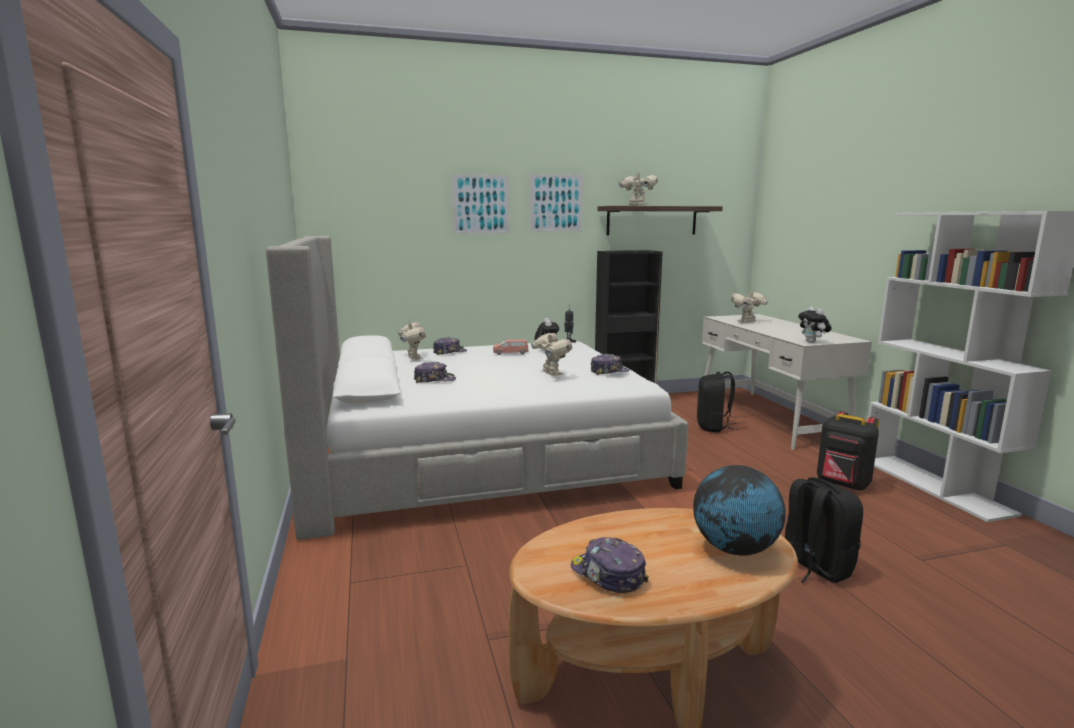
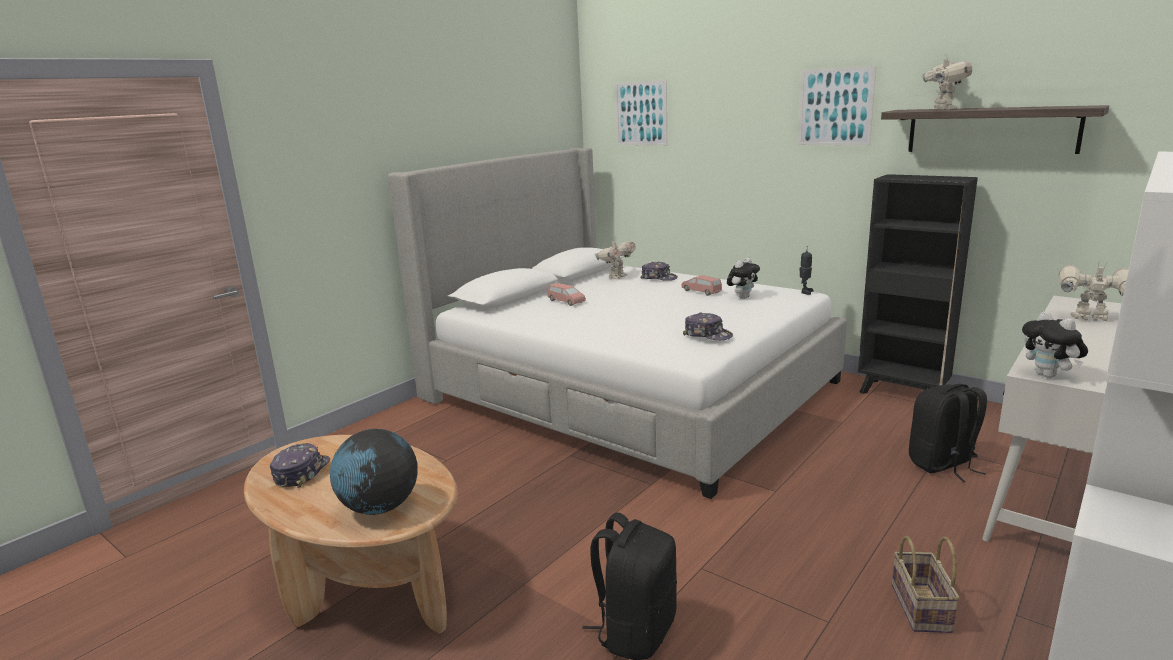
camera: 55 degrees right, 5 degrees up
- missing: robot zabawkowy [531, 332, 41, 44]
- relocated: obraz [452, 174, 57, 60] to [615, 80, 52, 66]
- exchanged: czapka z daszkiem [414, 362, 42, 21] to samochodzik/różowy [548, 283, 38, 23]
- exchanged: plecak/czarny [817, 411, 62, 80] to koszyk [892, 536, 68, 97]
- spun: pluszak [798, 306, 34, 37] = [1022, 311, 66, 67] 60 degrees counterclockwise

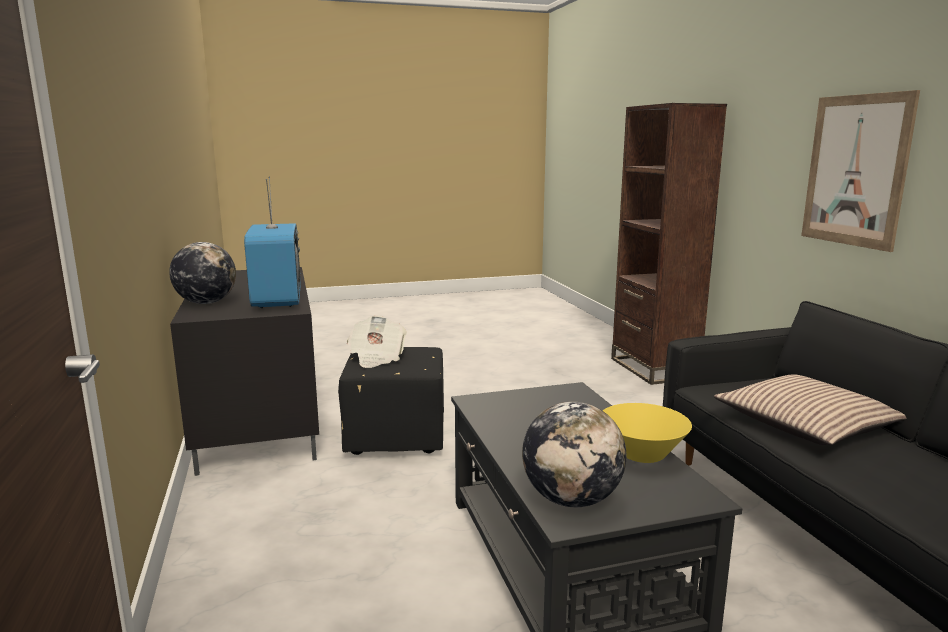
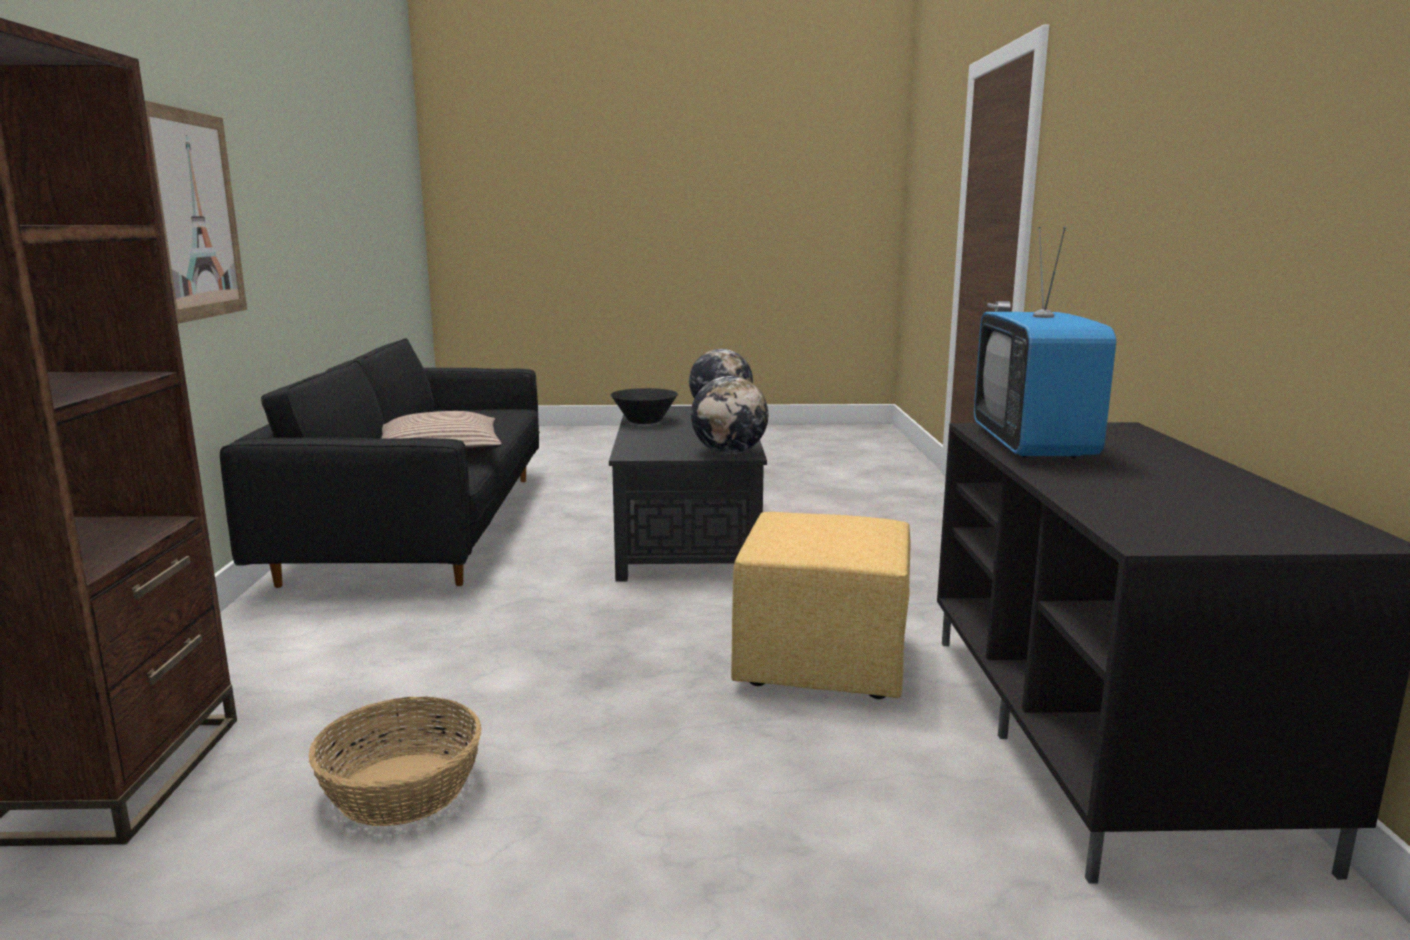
camera: 165 degrees left, 0 degrees up
- missing: gazeta [347, 315, 60, 53]
- appeared: koszyk [309, 696, 173, 130]
- relocated: globus [169, 242, 67, 62] to [691, 376, 77, 78]
- colour: pufa/czarny [338, 347, 106, 108] to pufa/żółty [731, 512, 180, 187]
- colour: miska/żółty [603, 403, 89, 60] to miska/czarny [611, 388, 67, 36]

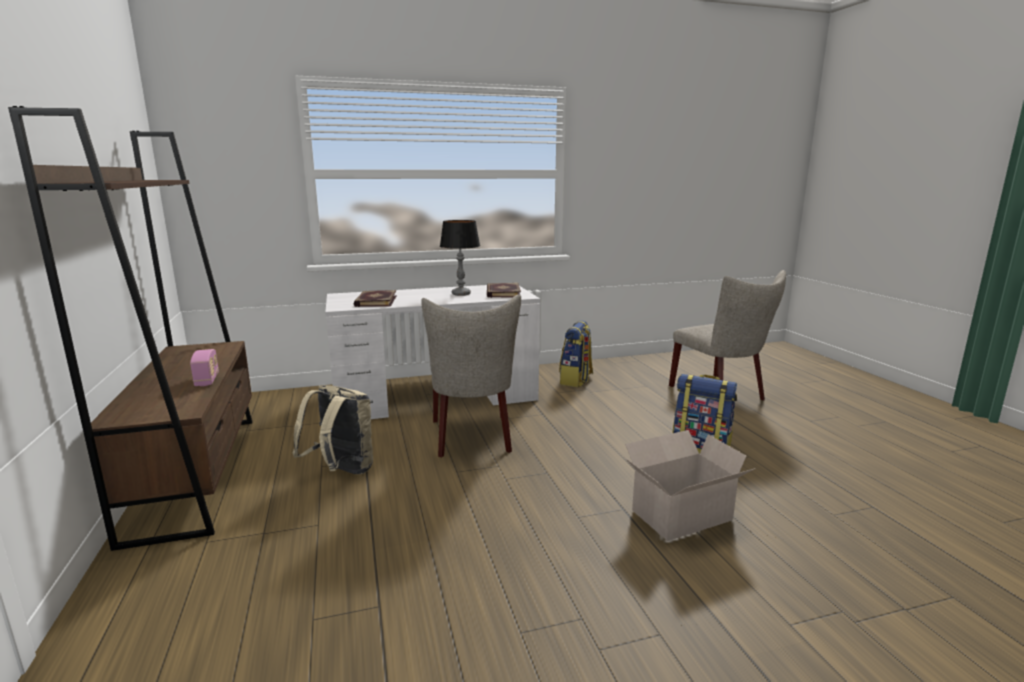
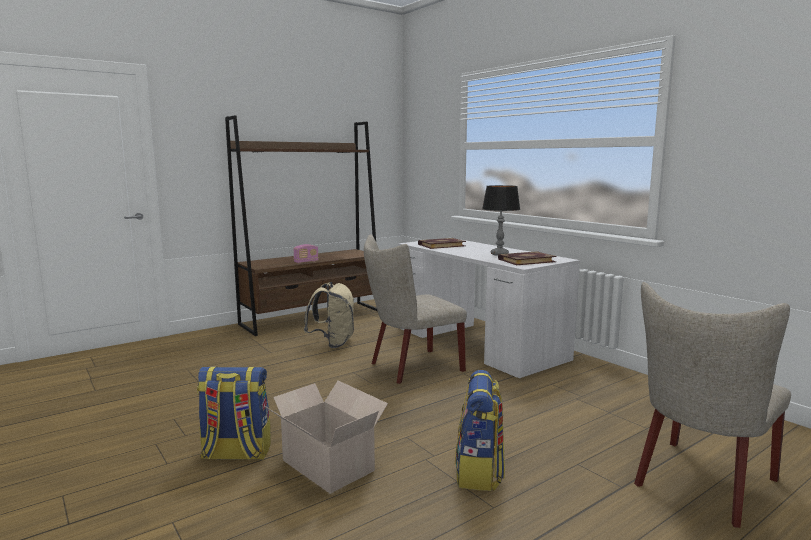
camera: 70 degrees right, 5 degrees down
- relocated: plecak [559, 320, 34, 67] to [197, 367, 74, 93]

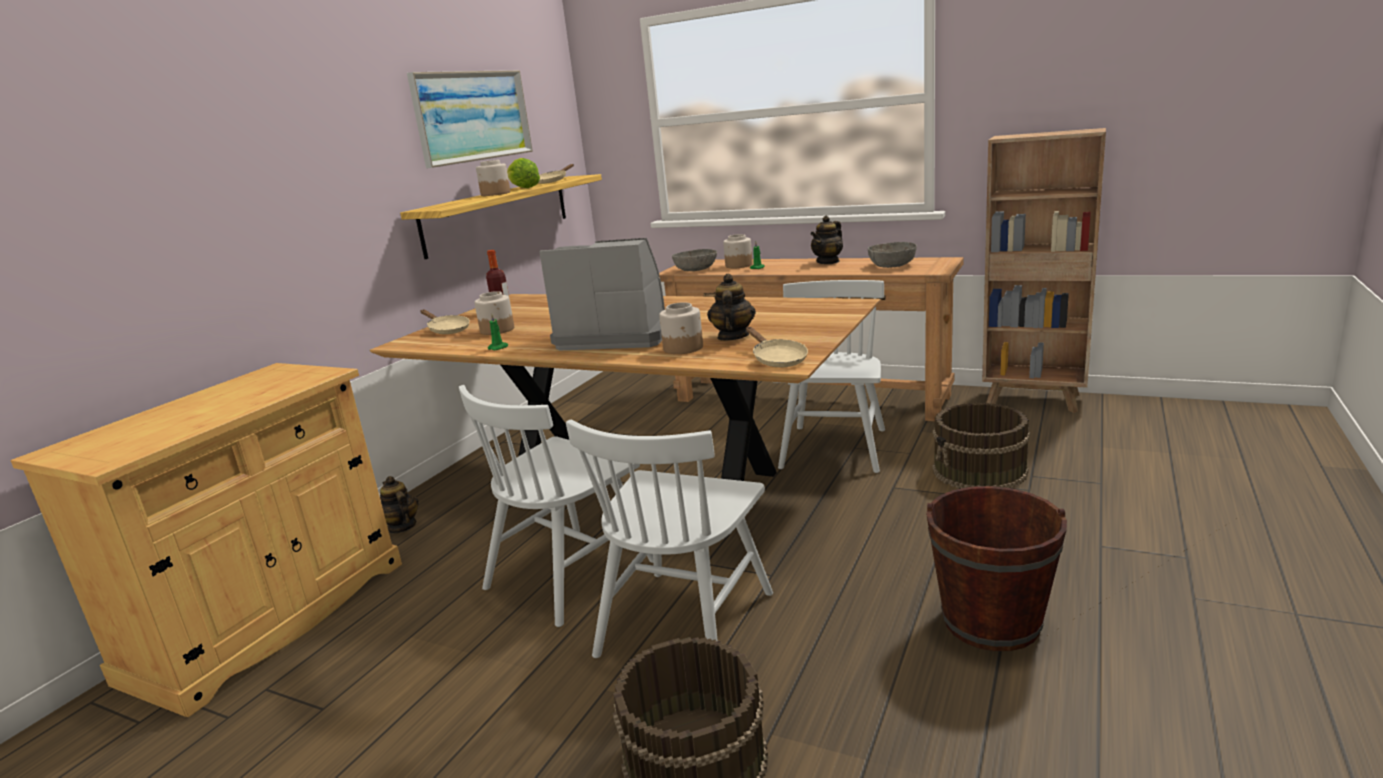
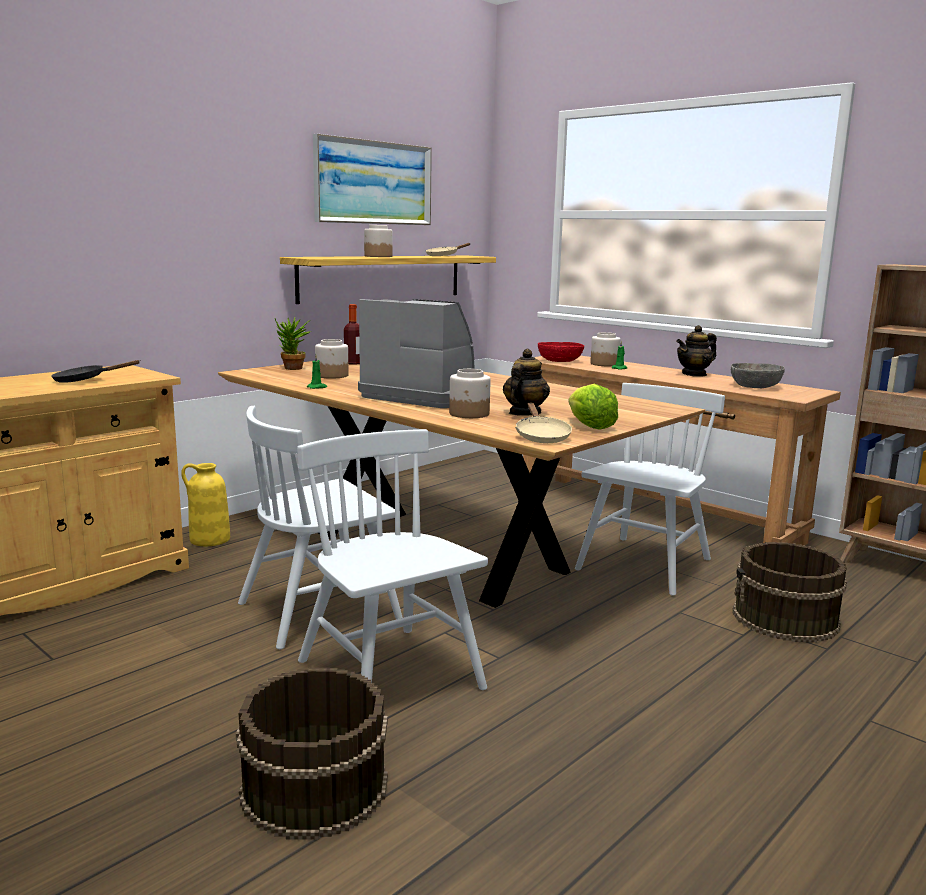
camera: 15 degrees right, 5 degrees down
- missing: wiadro/brązowy [926, 486, 141, 165]
- appeared: patelnia/czarny [51, 360, 90, 23]
- relocated: sałata [507, 158, 33, 30] to [569, 384, 49, 46]
- exchanged: imbryk [380, 476, 39, 58] to wazon/żółty [181, 463, 49, 83]
- exchanged: patelnia/beżowy [420, 310, 50, 24] to roślina doniczkowa [275, 318, 36, 52]
- colour: miska/szary [672, 249, 45, 22] to miska/czerwony [538, 342, 46, 20]
- spun: krzesło/biały [566, 419, 207, 239] = [297, 429, 191, 261] 105 degrees clockwise

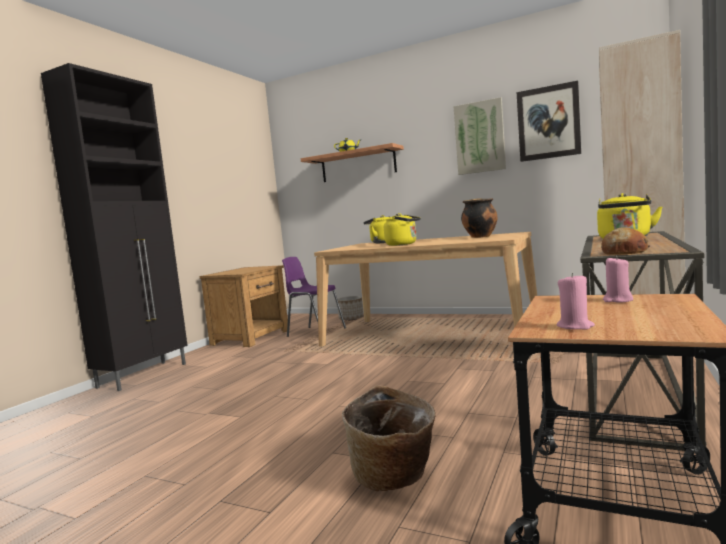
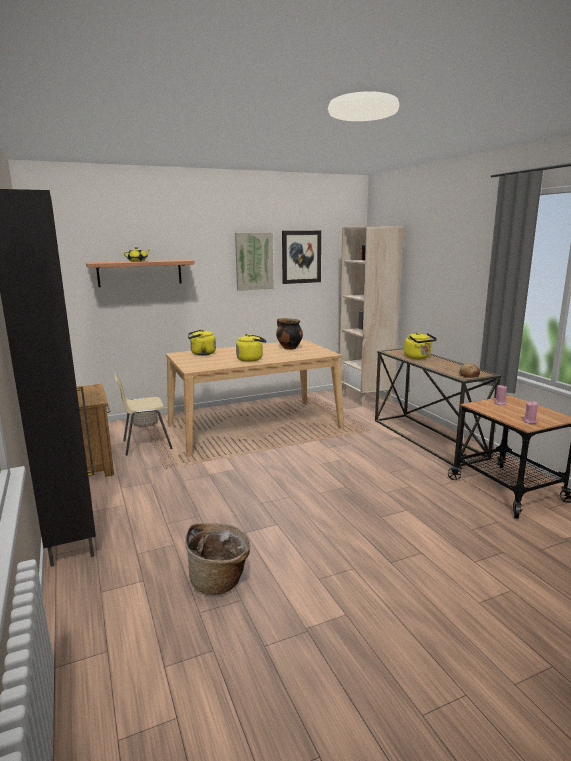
camera: 50 degrees left, 10 degrees up
- relocated: koszyk [342, 385, 94, 106] to [185, 523, 65, 72]
- colour: krzesło/fioletowy [282, 257, 64, 80] to krzesło/beżowy [114, 374, 59, 81]

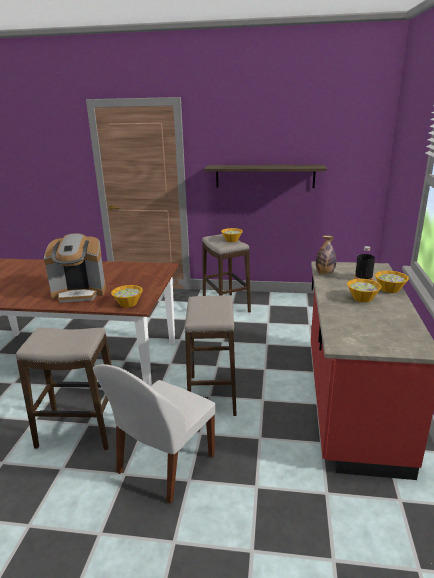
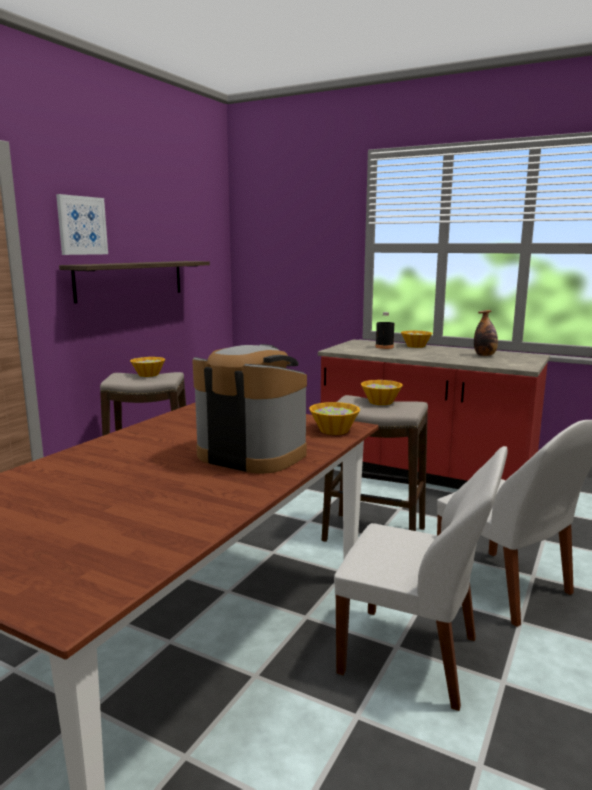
camera: 70 degrees left, 10 degrees down
- appeared: obraz [56, 194, 52, 61]
- relocated: butelka [316, 236, 20, 39] to [474, 310, 24, 46]
- relocated: miska [347, 279, 35, 23] to [361, 380, 42, 25]
- exchanged: stołek [16, 327, 95, 123] to krzesło/biały [334, 446, 174, 265]
- spun: ekspres do kawy [44, 233, 62, 70] = [192, 344, 115, 130] 75 degrees counterclockwise

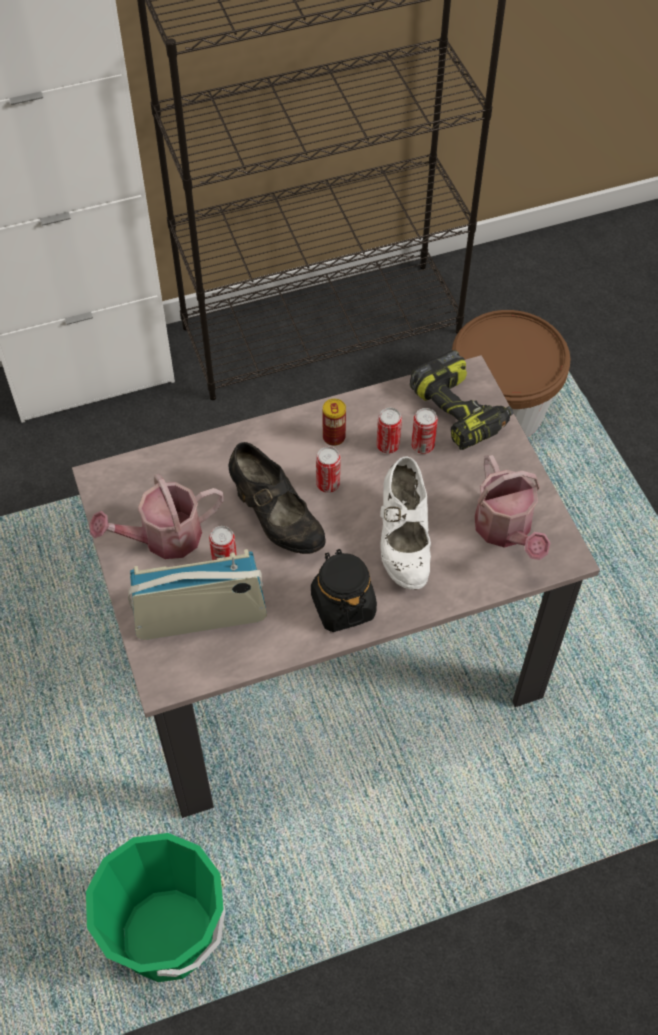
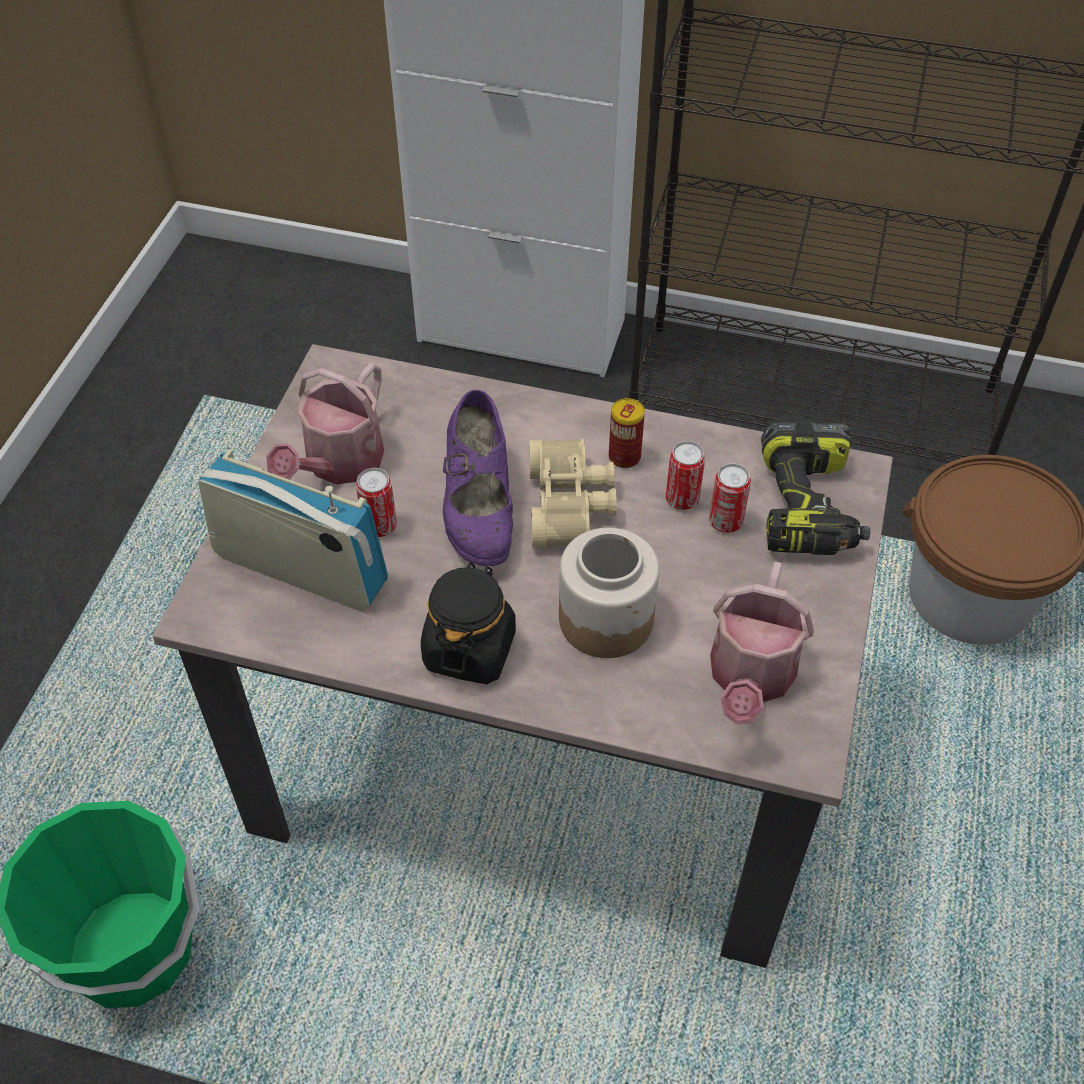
camera: 35 degrees right, 5 degrees down
- exchanged: puszka [316, 447, 25, 46] to lornetka/beżowy [529, 439, 88, 109]
- exchanged: but/biały [380, 457, 51, 133] to słoik [559, 528, 100, 130]
- colour: but/czarny [229, 442, 97, 112] to but/fioletowy [443, 389, 70, 177]
- spun: konewka [89, 474, 135, 85] = [266, 363, 118, 121] 75 degrees counterclockwise

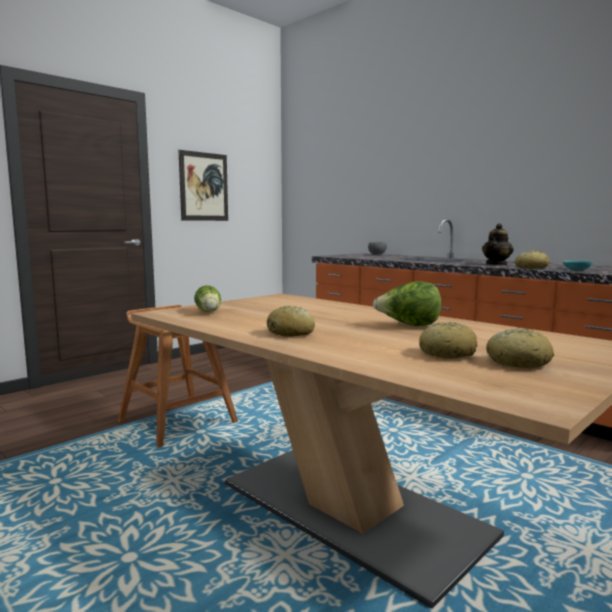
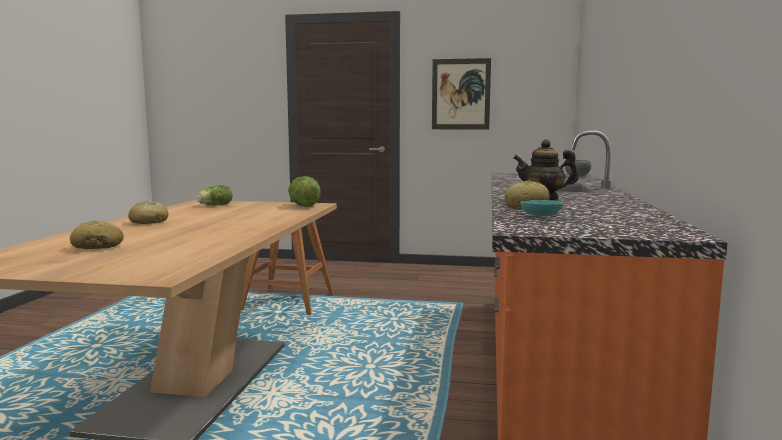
camera: 55 degrees right, 0 degrees up
- missing: chleb [486, 328, 68, 40]
- relocated: sałata [373, 281, 68, 45] to [288, 176, 33, 31]

